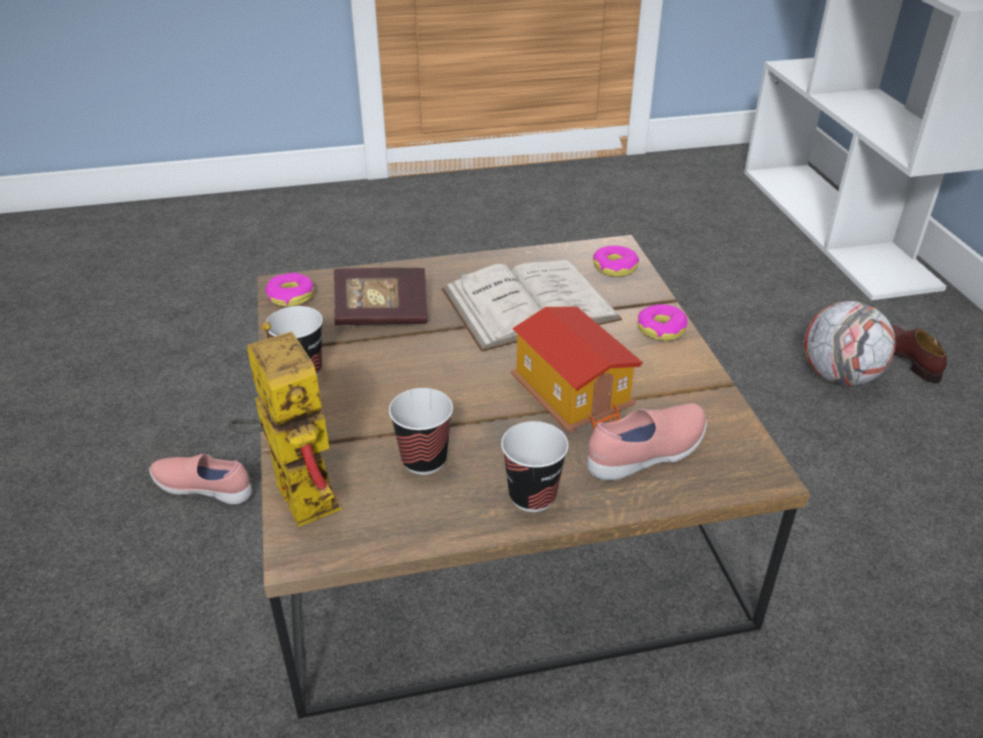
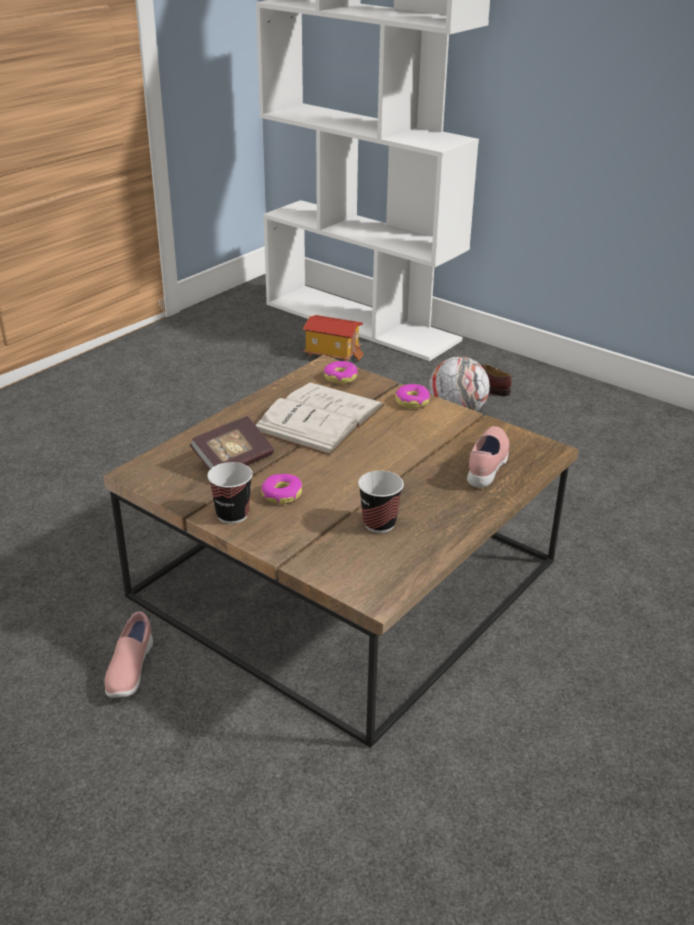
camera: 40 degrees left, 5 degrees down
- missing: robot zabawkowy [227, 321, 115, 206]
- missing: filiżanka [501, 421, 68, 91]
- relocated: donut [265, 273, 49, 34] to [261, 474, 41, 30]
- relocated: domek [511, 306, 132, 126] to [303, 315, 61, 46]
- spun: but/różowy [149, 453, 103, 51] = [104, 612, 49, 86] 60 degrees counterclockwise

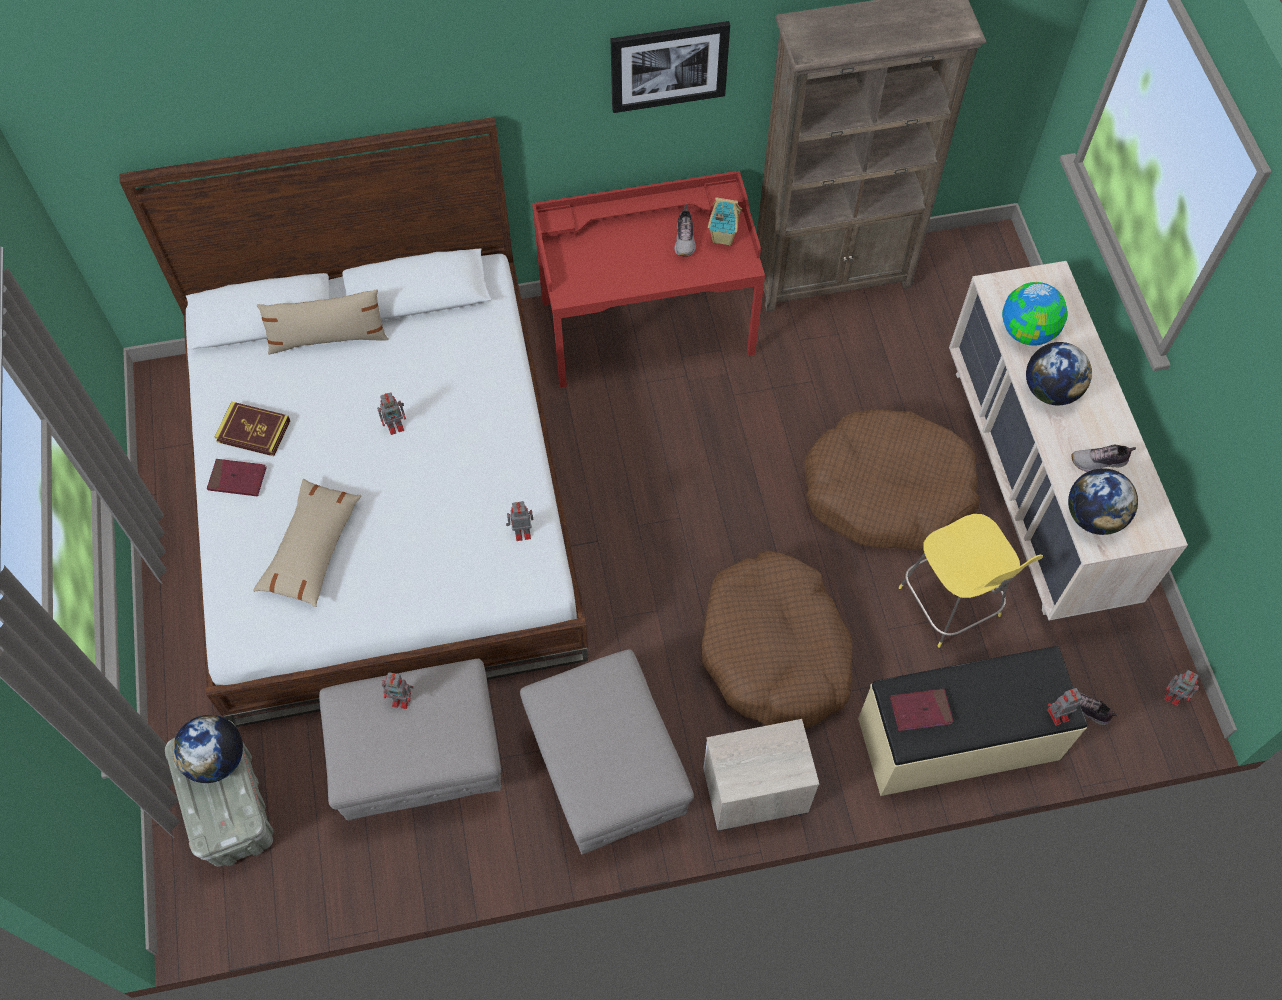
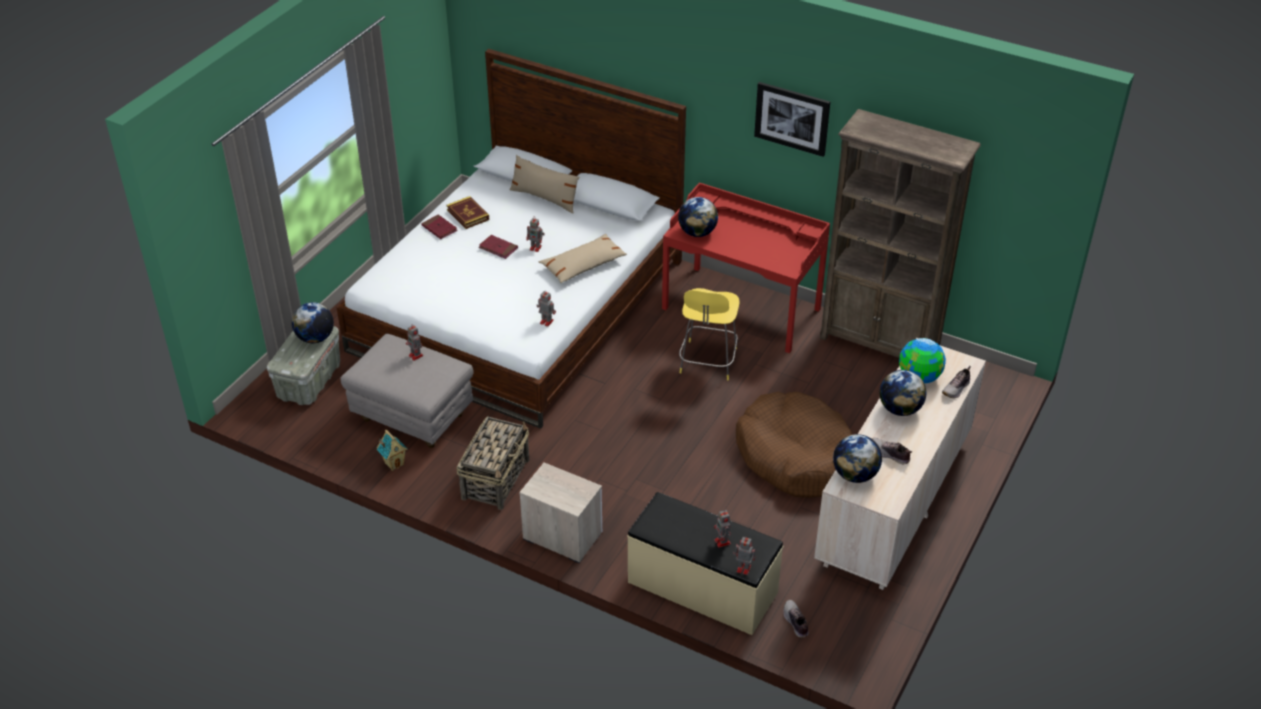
camera: 40 degrees right, 20 degrees down
- missing: legowisko/brązowy [701, 550, 151, 179]
- appeared: globus [678, 197, 40, 40]
- relocated: poduszka/beżowy [253, 479, 109, 128] to [539, 234, 88, 49]
- relocated: but [674, 204, 22, 52] to [942, 366, 29, 32]
- relocated: domek [708, 197, 34, 49] to [377, 430, 31, 41]
- relocated: książka/czerwony [890, 689, 64, 42] to [479, 235, 39, 24]
- relocated: stołek/żółty [899, 514, 144, 134] to [679, 288, 61, 92]
- relocated: robot zabawkowy [1164, 670, 35, 36] to [714, 509, 17, 39]
- exchanged: pufa/szary [520, 649, 174, 206] to koszyk [456, 417, 73, 93]

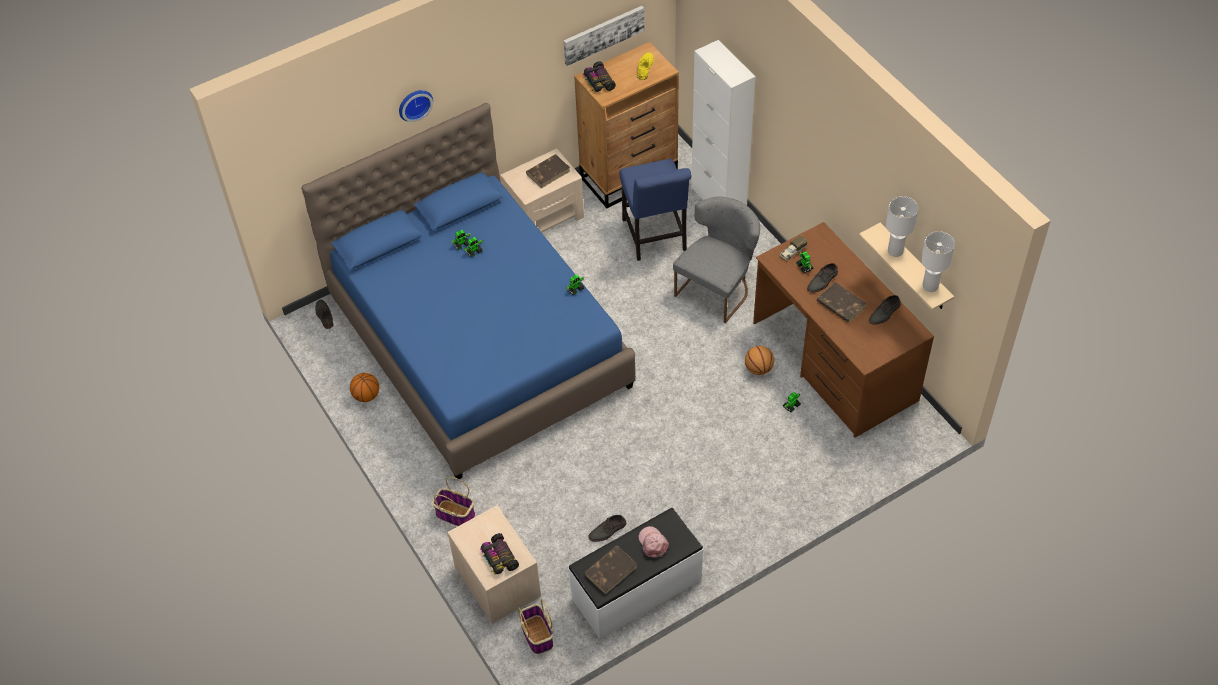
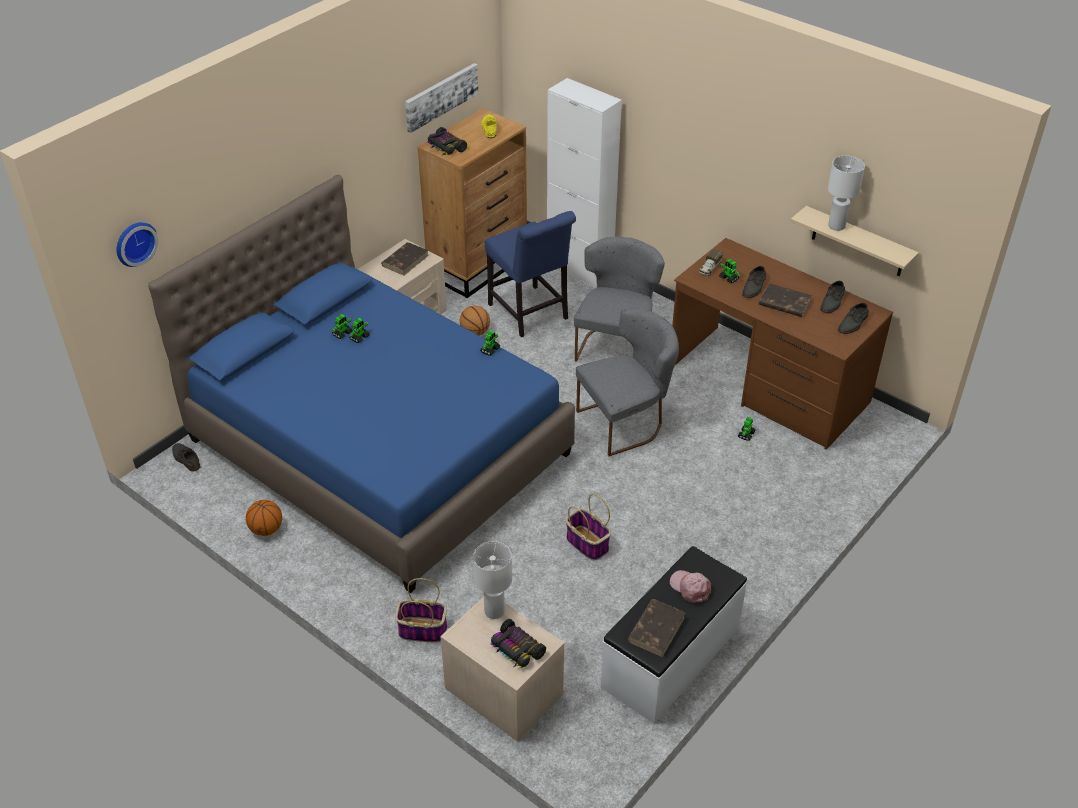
camera: 20 degrees left, 10 degrees down
- appeared: krzesło/szary [576, 309, 103, 147]
- relocated: zegar ścienny [399, 90, 34, 32] to [116, 222, 42, 45]
- relocated: koszyk [518, 600, 35, 54] to [566, 494, 45, 66]
- relocated: but/szary [588, 515, 38, 27] to [838, 303, 31, 31]
- relocated: piłka do koszykówki [745, 346, 29, 29] to [460, 306, 30, 30]
- relocated: lampa stołowa/biały [921, 231, 34, 61] to [473, 541, 39, 78]

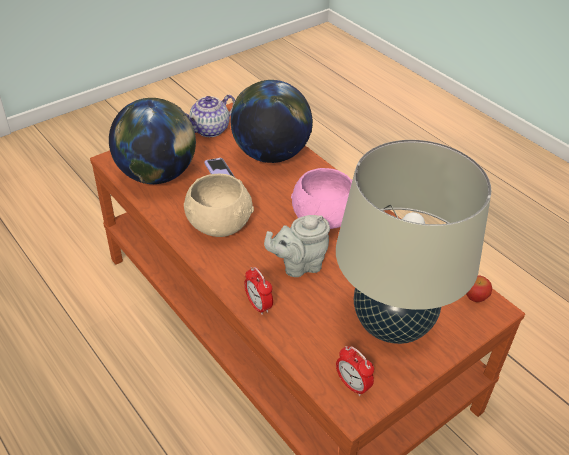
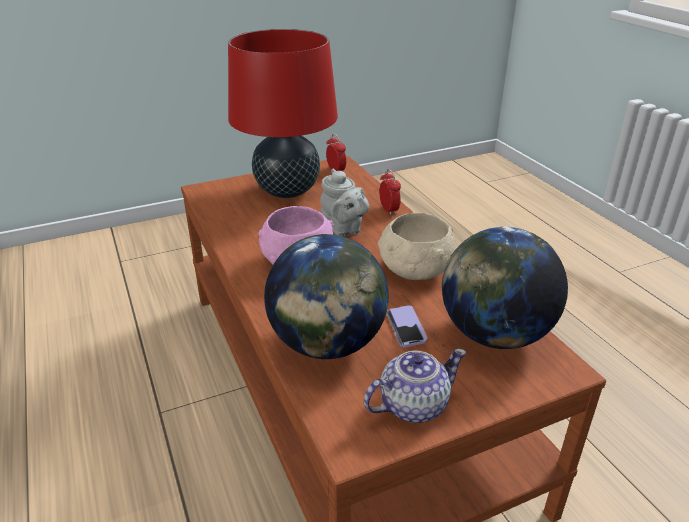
camera: 165 degrees left, 10 degrees down
- missing: jabłko [466, 276, 26, 26]
- colour: lampa stołowa/beżowy [336, 140, 155, 204] to lampa stołowa/czerwony [228, 29, 110, 169]
- spun: imbryk/szary [264, 215, 66, 62] = [320, 168, 49, 68] 60 degrees clockwise

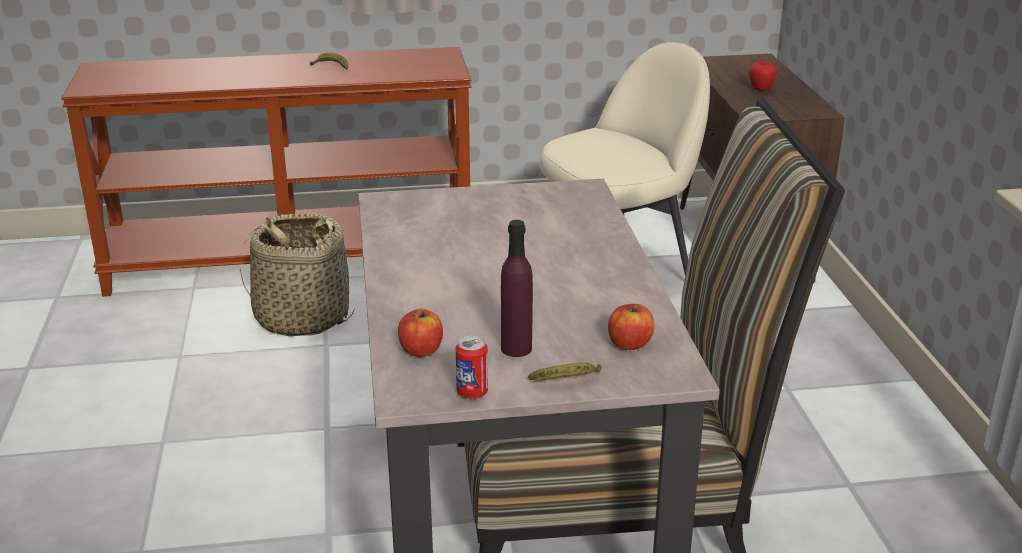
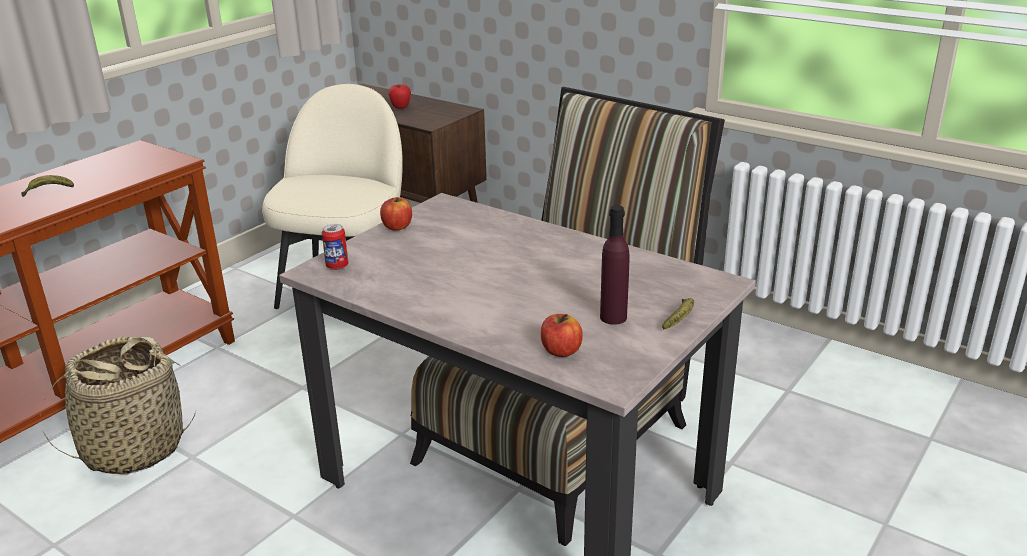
camera: 45 degrees left, 0 degrees up
- relocated: puszka [456, 336, 32, 63] to [322, 224, 26, 46]
- relocated: jabłko [608, 304, 46, 46] to [380, 197, 32, 34]

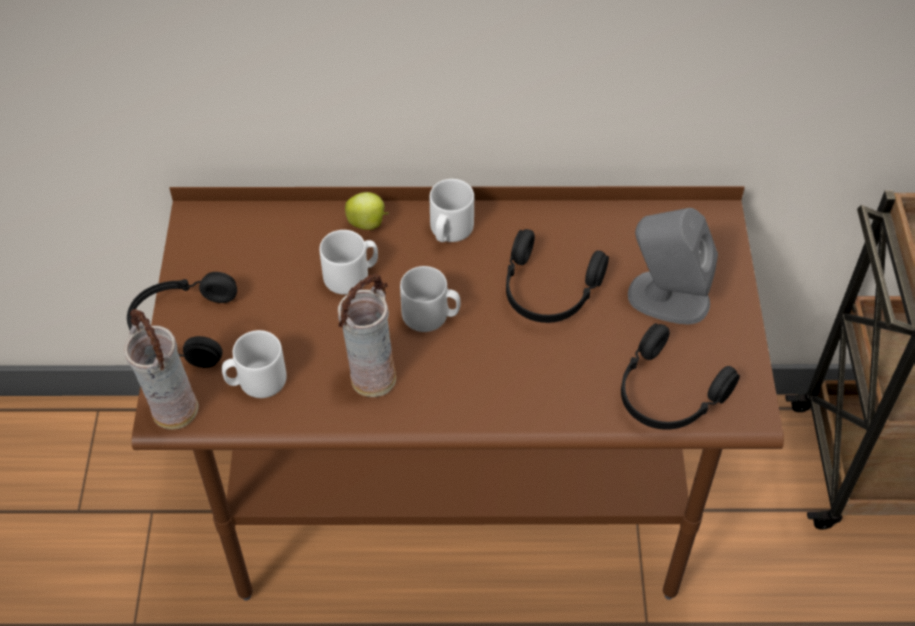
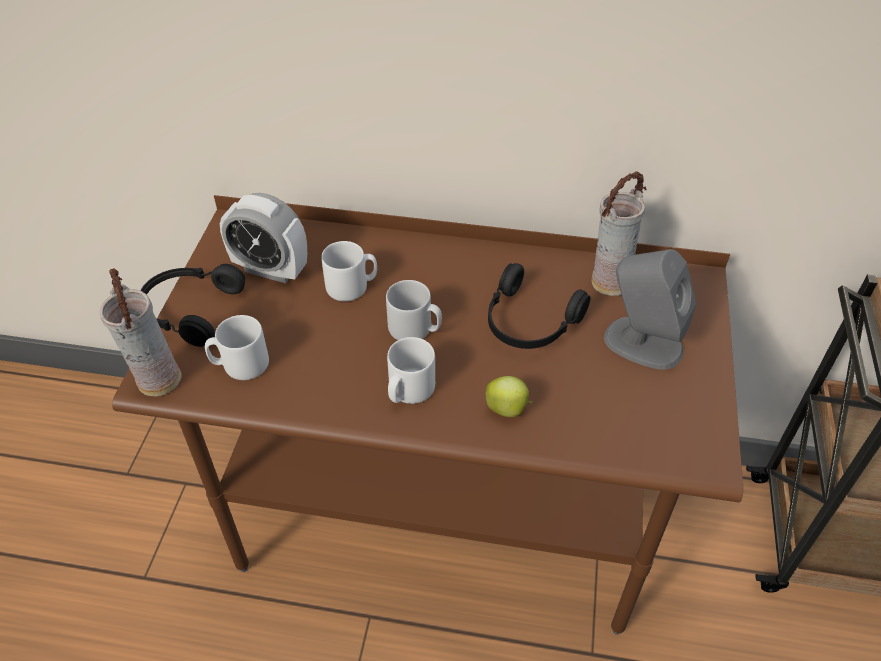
camera: 10 degrees right, 5 degrees down
- missing: słuchawki/czarny [621, 323, 119, 107]
- appeared: budzik [220, 193, 87, 91]
- relocated: wazon [338, 274, 58, 123] to [591, 171, 56, 125]
- relocated: jabłko [345, 192, 44, 38] to [486, 376, 47, 41]
- relocated: kubek/biały [429, 179, 45, 63] to [387, 337, 48, 67]

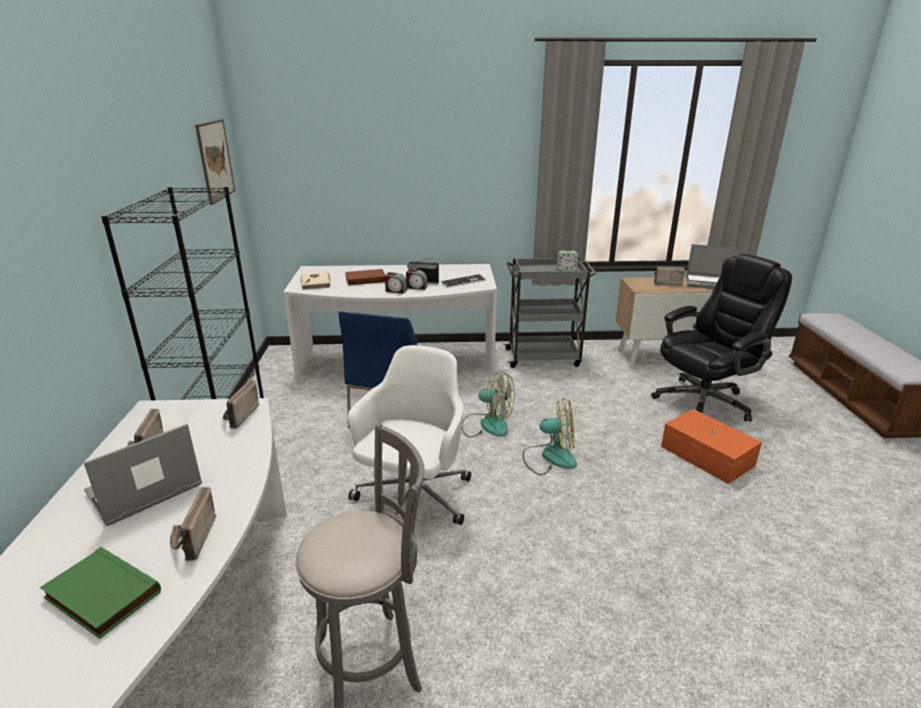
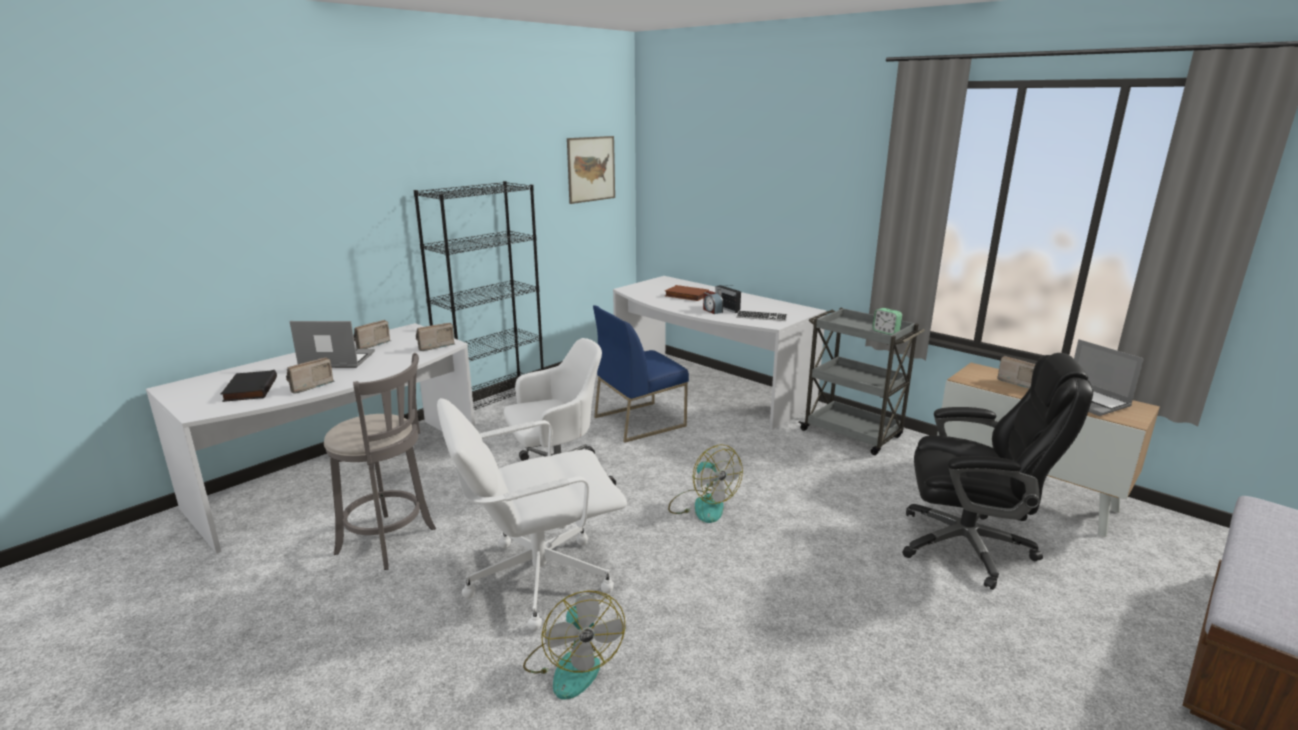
camera: 45 degrees right, 5 degrees down
- missing: książka/beżowy [301, 272, 29, 18]
- missing: budzik [385, 272, 22, 22]
- missing: pojemnik do przechowywania/pomarańczowy [661, 409, 101, 75]
- appeared: krzesło biurowe/biały [437, 398, 190, 233]
- relocated: wentylator [462, 371, 53, 66] to [523, 591, 102, 109]
- colour: książka/zielony [40, 547, 121, 92] to książka/czarny [221, 370, 56, 32]

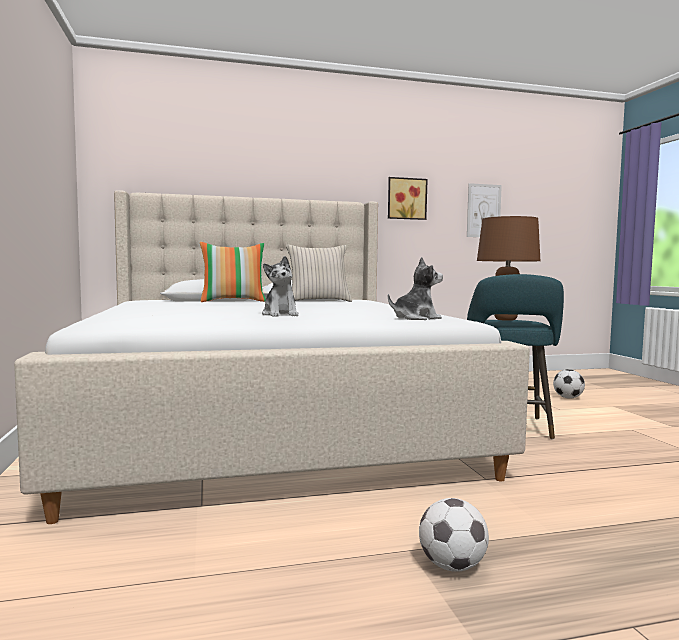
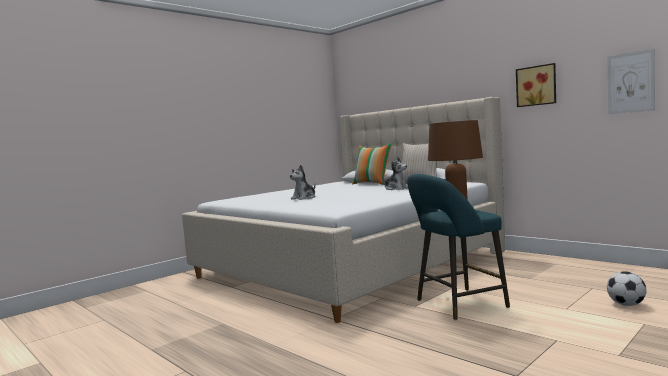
camera: 60 degrees right, 0 degrees up
- missing: piłka futbolowa [419, 498, 70, 74]
- relocated: pluszak [388, 257, 55, 63] to [381, 157, 27, 33]

